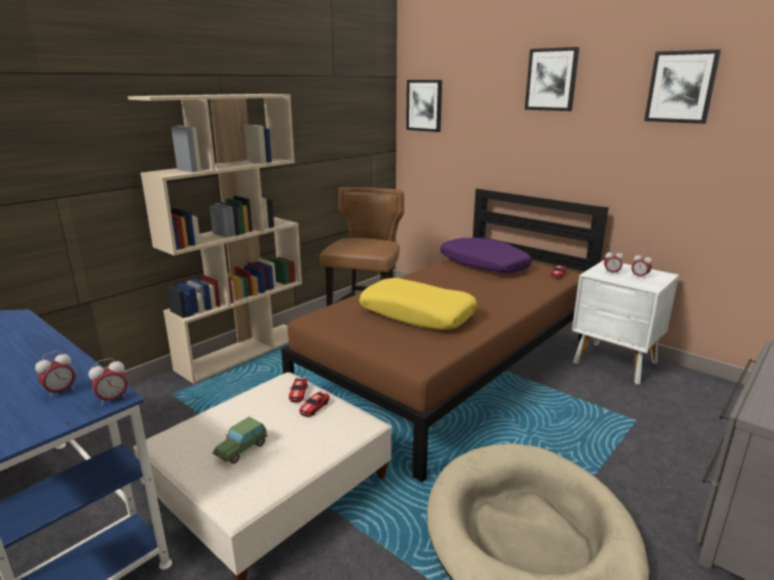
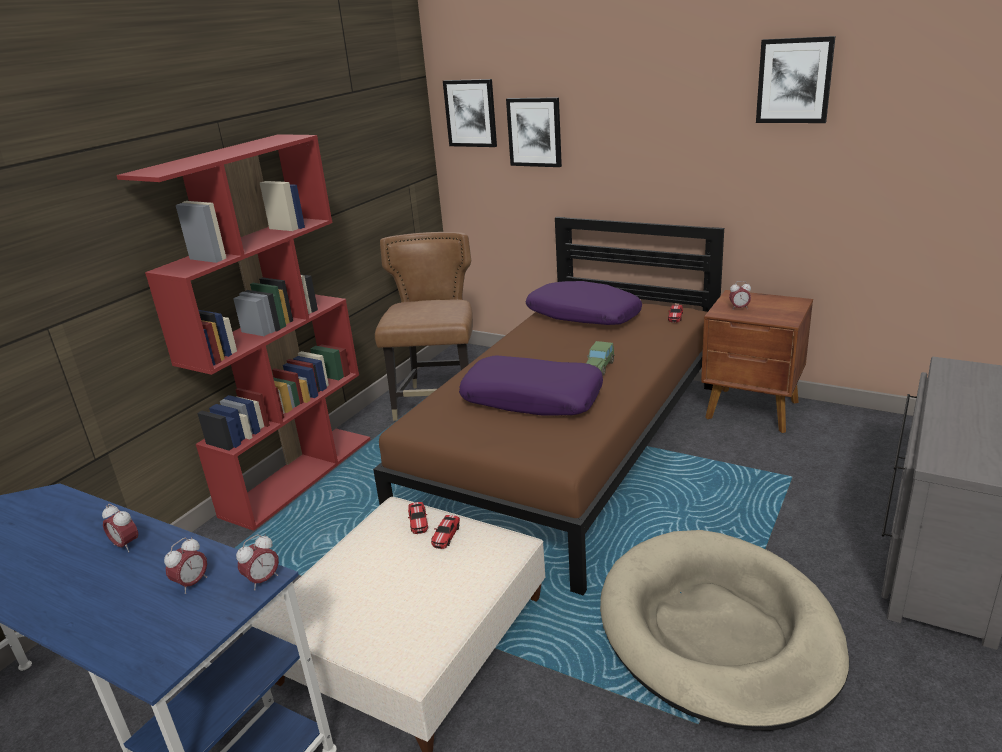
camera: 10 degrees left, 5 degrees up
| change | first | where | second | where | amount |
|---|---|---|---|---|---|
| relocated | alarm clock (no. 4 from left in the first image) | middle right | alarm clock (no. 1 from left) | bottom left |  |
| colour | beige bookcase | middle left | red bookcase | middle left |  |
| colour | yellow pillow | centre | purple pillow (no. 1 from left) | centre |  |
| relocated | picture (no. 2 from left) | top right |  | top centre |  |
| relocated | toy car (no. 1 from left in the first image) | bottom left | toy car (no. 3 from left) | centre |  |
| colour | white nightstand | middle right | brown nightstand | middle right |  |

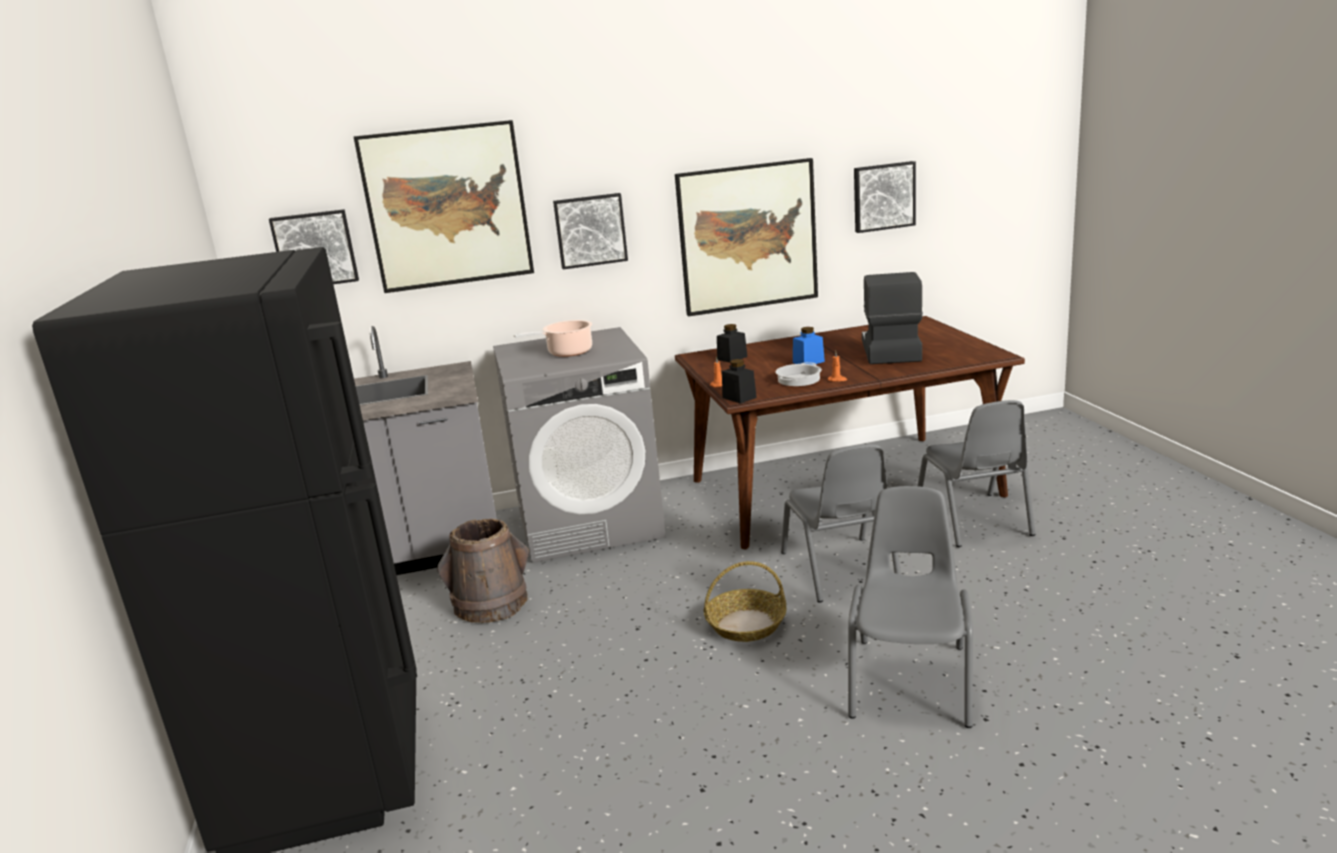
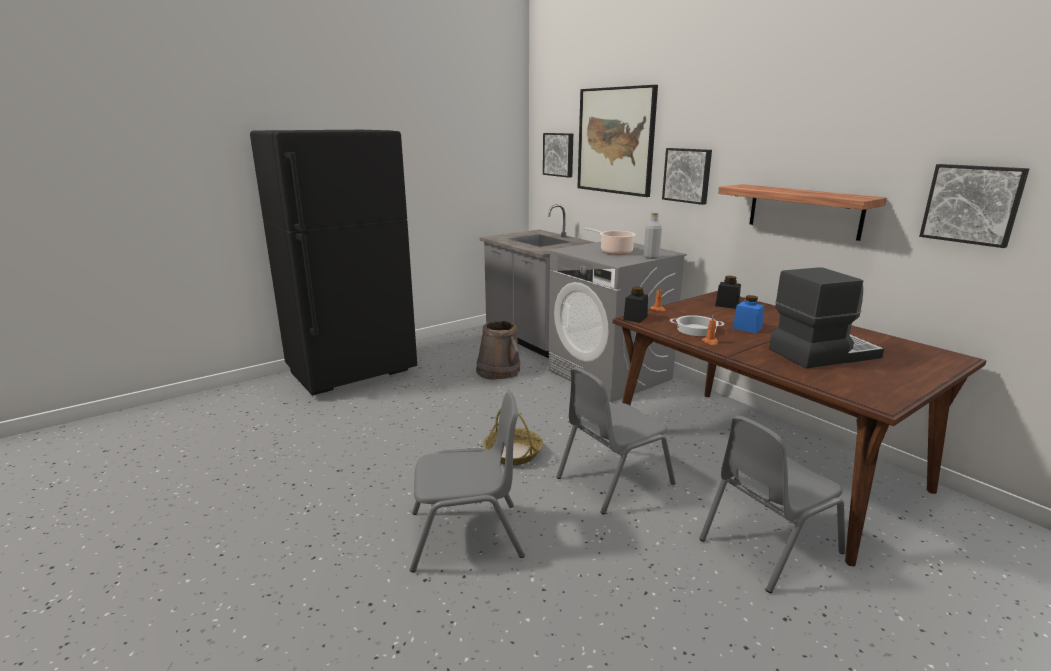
camera: 65 degrees right, 0 degrees up
| change | first | where | second | where | amount |
|---|---|---|---|---|---|
| appeared |  |  | grey bottle | centre |  |
| exchanged | picture (no. 4 from left) | top centre | shelf | top right |  |

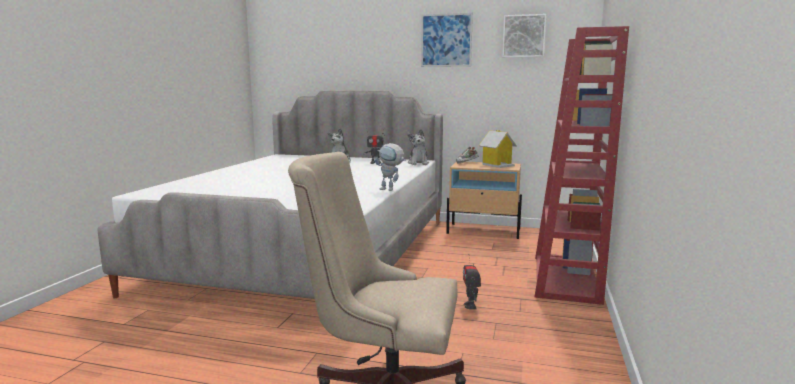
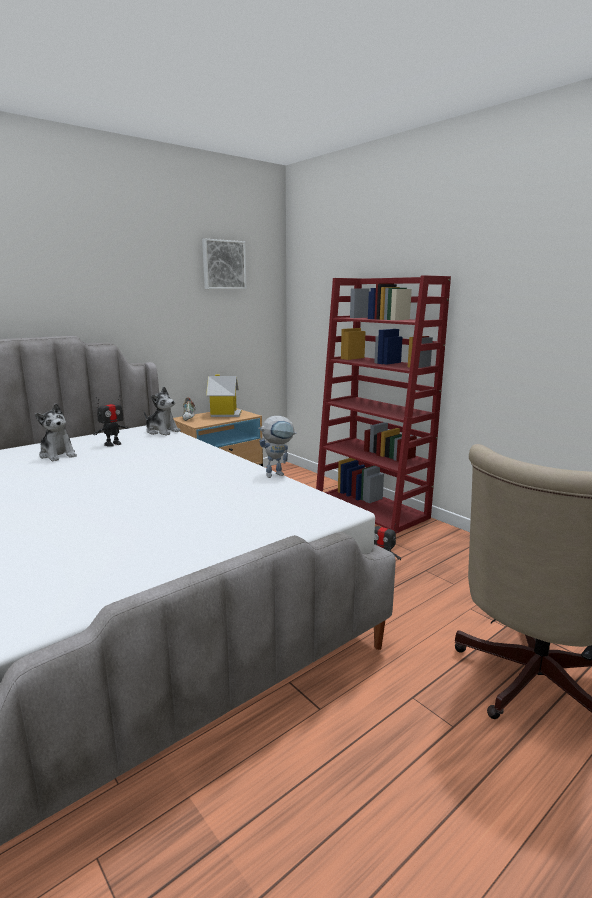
camera: 55 degrees left, 5 degrees up
| change | first | where | second | where | amount |
|---|---|---|---|---|---|
| missing | picture (no. 1 from left) | top centre |  |  |  |

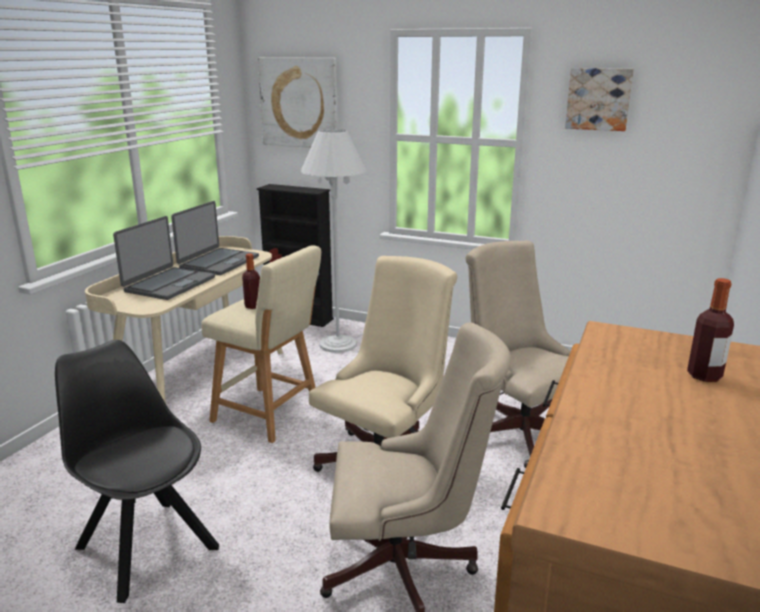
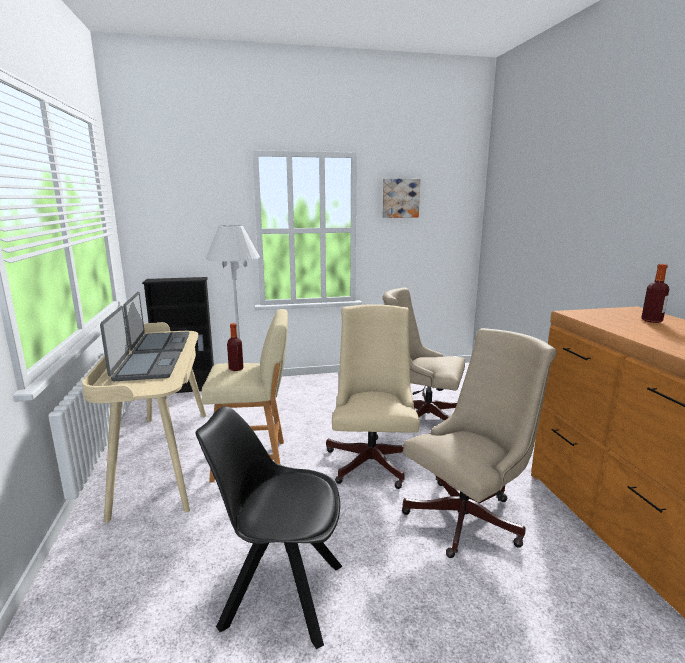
camera: 35 degrees left, 5 degrees down
| change | first | where | second | where | amount |
|---|---|---|---|---|---|
| missing | picture (no. 1 from left) | top centre |  |  |  |

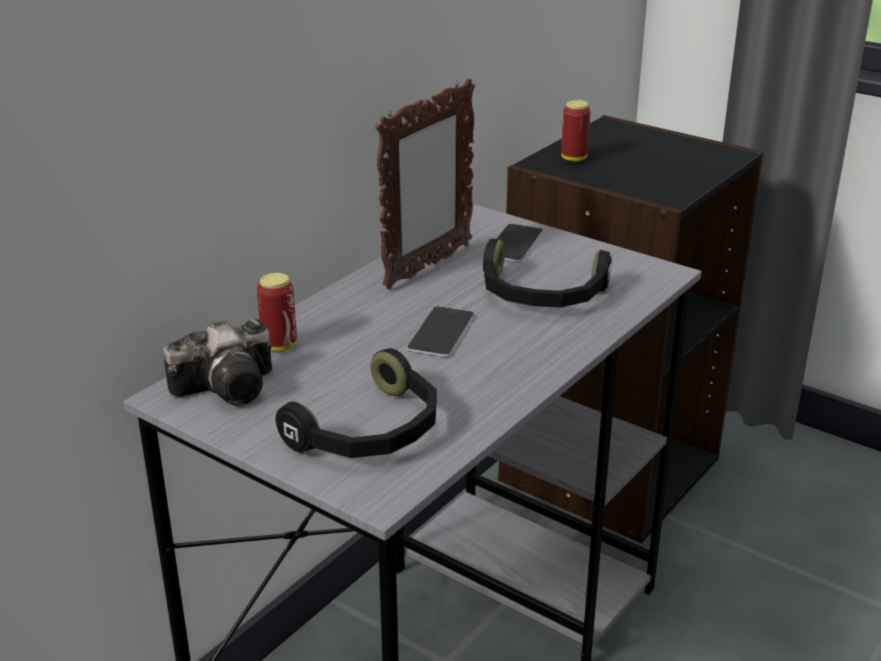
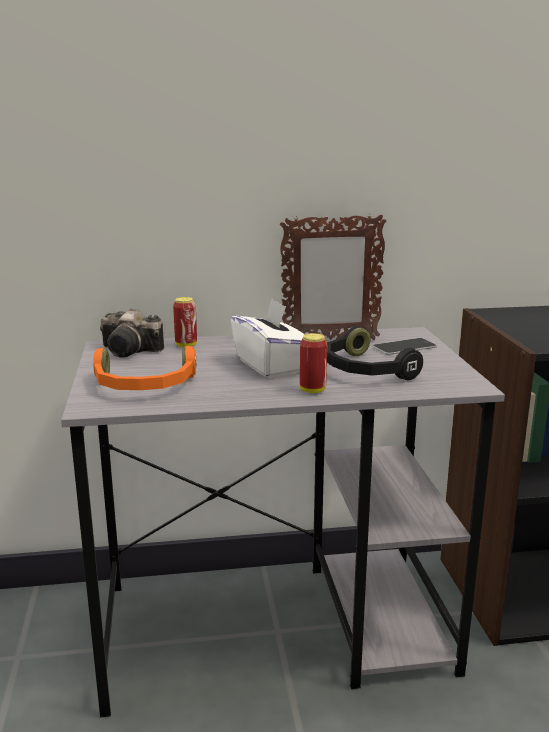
camera: 45 degrees right, 10 degrees down
| change | first | where | second | where | amount |
|---|---|---|---|---|---|
| colour | black headphones (no. 1 from left) | centre | orange headphones | middle left |  |
| exchanged | phone (no. 1 from left) | centre | white tissue box | centre |  |
| relocated | can (no. 2 from left) | top centre |  | centre |  |

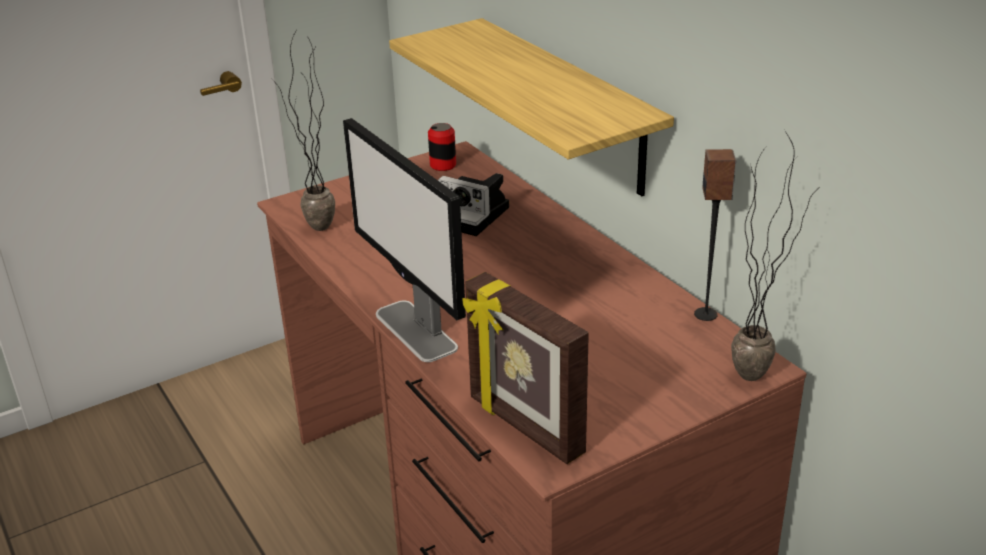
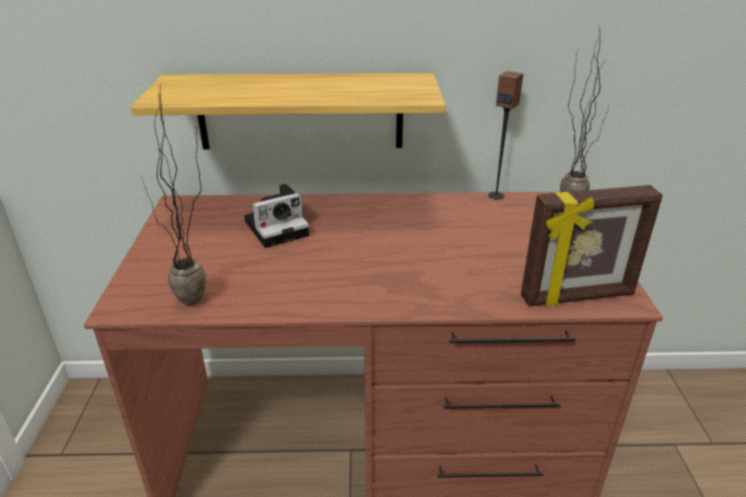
camera: 60 degrees left, 0 degrees up
| change | first | where | second | where | amount |
|---|---|---|---|---|---|
| missing | monitor | centre |  |  |  |
| missing | can | top centre |  |  |  |

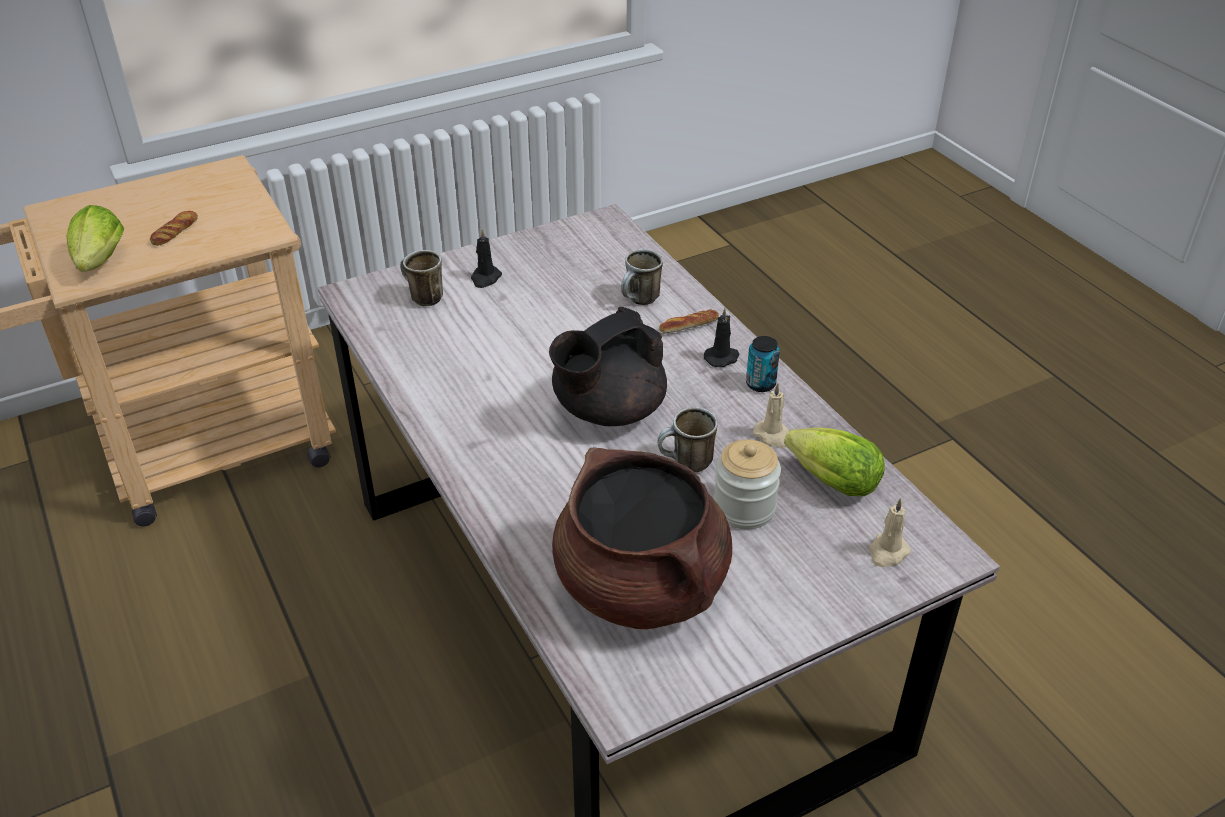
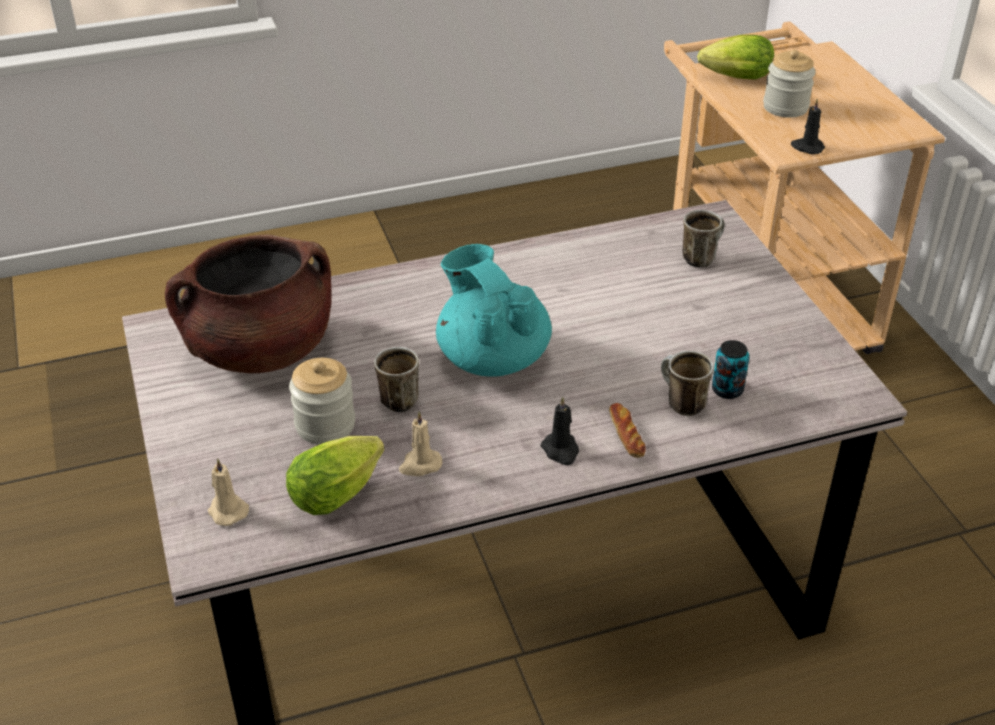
camera: 100 degrees right, 0 degrees up
| change | first | where | second | where | amount |
|---|---|---|---|---|---|
| colour | black teapot | centre | turquoise teapot | centre |  |
| relocated | can | centre |  | middle right |  |
| exchanged | bread (no. 1 from left) | top left | jar (no. 2 from left) | top right |  |
| relocated | black candle (no. 1 from left in the first image) | top centre | black candle (no. 2 from left) | top right |  |

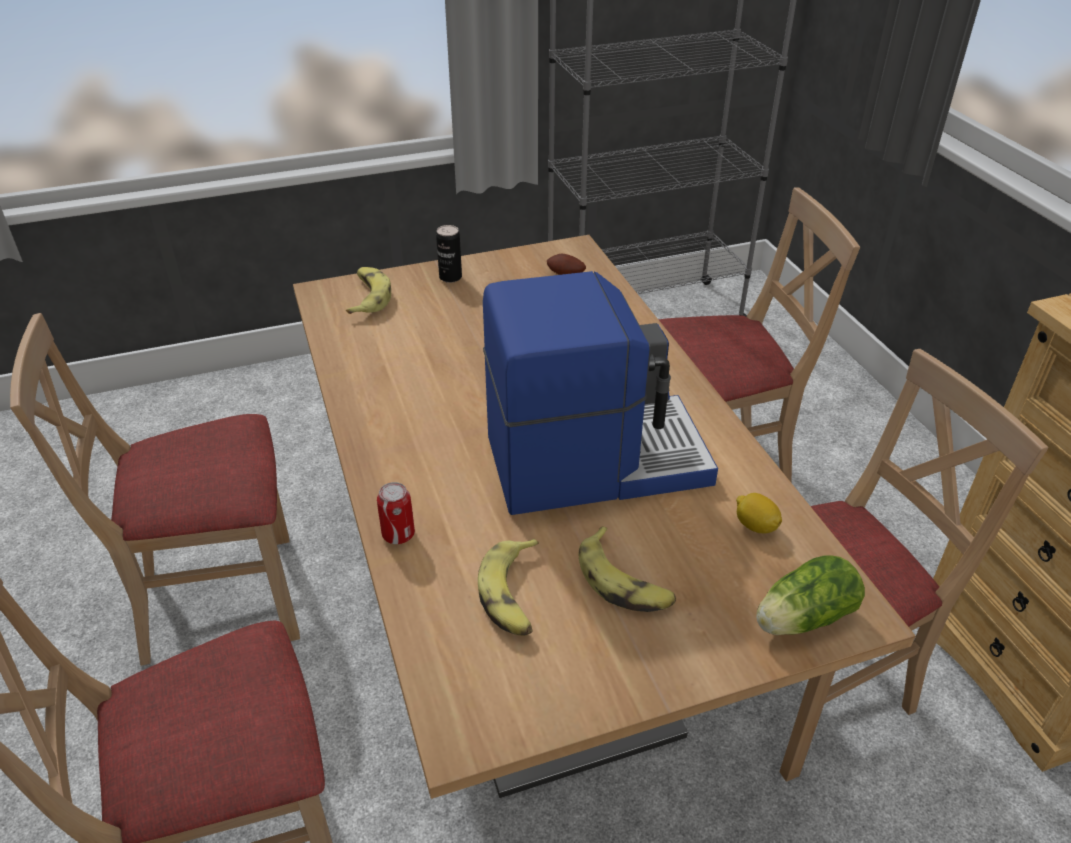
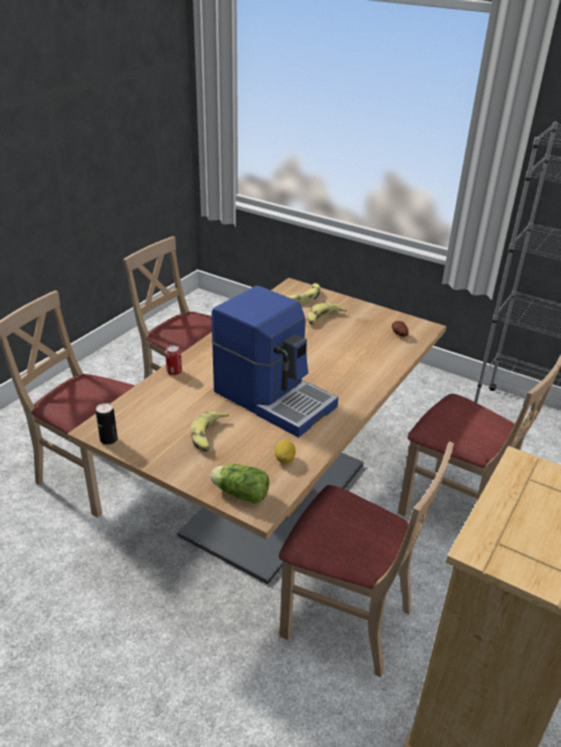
camera: 50 degrees right, 5 degrees down
| change | first | where | second | where | amount |
|---|---|---|---|---|---|
| relocated | can (no. 2 from left in the first image) | top centre | can (no. 1 from left) | middle left |  |
| relocated | banana (no. 2 from left in the first image) | bottom centre | banana (no. 3 from left) | centre |  |

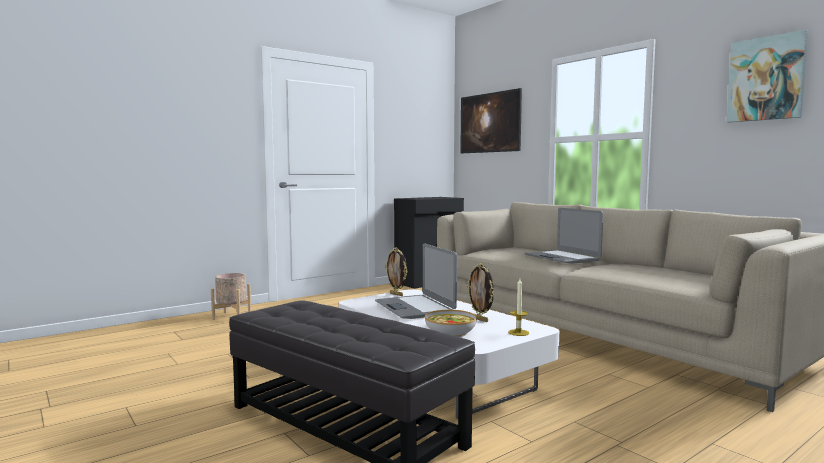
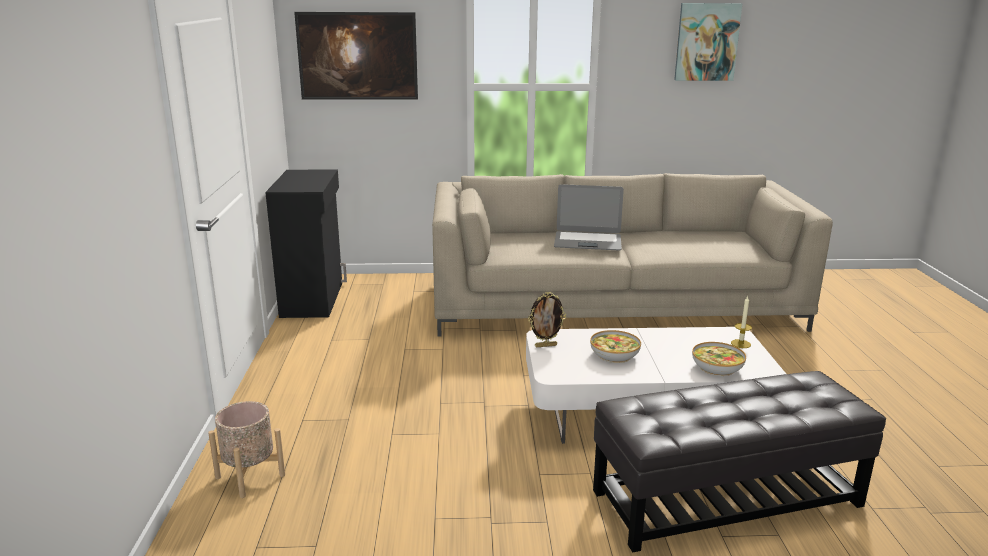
camera: 55 degrees left, 15 degrees up
| change | first | where | second | where | amount |
|---|---|---|---|---|---|
| exchanged | laptop (no. 1 from left) | centre | bowl (no. 1 from left) | centre |  |
| missing | picture frame (no. 2 from left) | centre |  |  |  |

